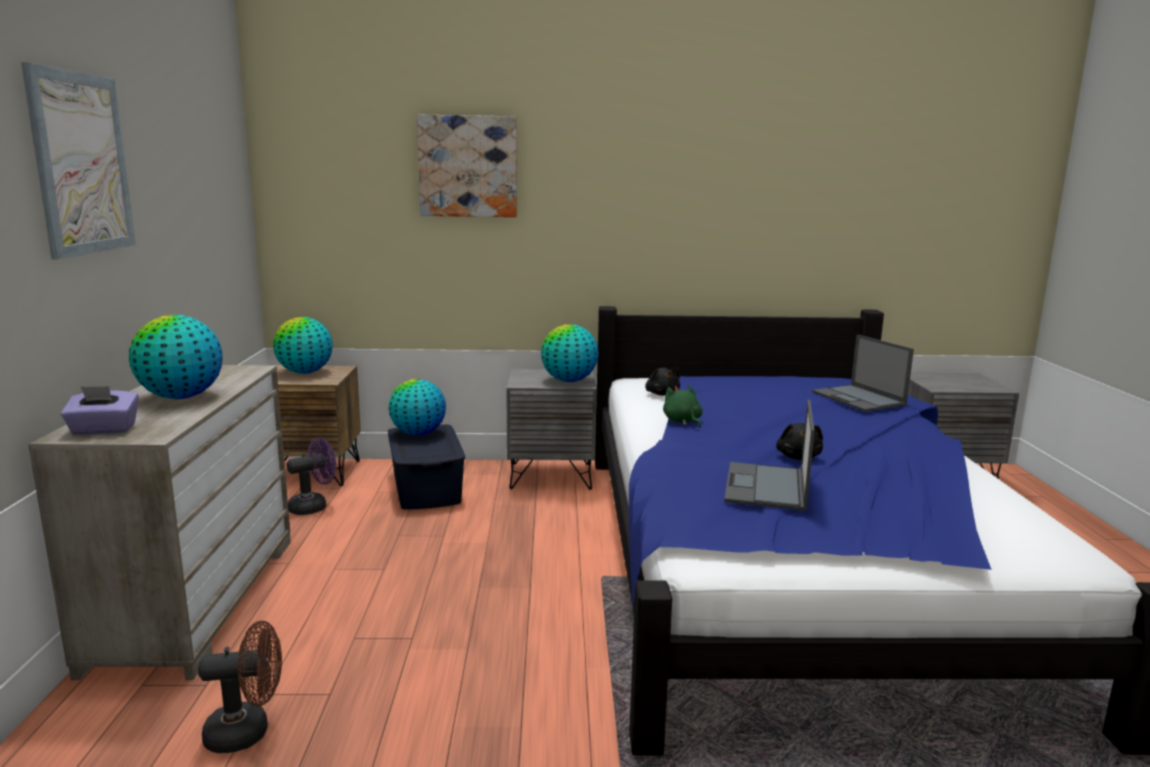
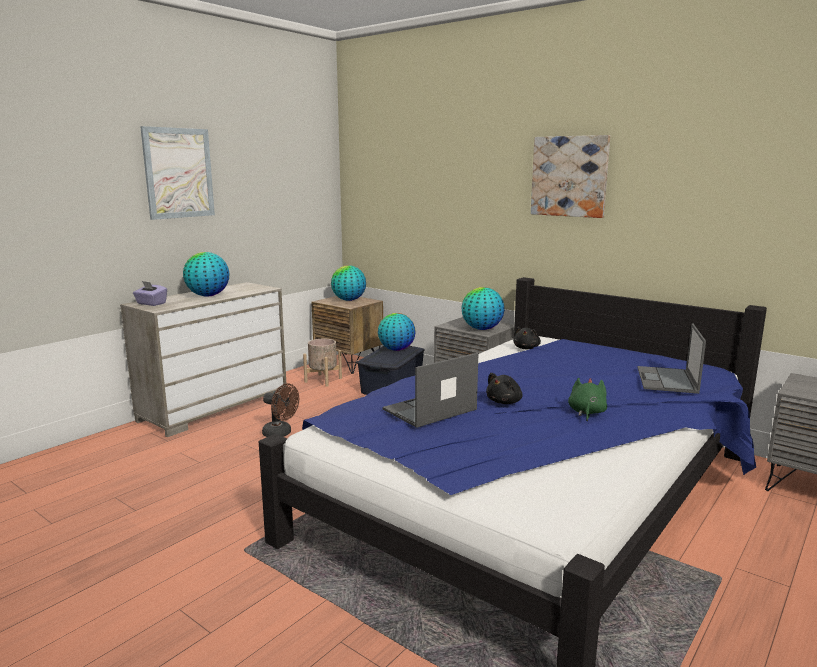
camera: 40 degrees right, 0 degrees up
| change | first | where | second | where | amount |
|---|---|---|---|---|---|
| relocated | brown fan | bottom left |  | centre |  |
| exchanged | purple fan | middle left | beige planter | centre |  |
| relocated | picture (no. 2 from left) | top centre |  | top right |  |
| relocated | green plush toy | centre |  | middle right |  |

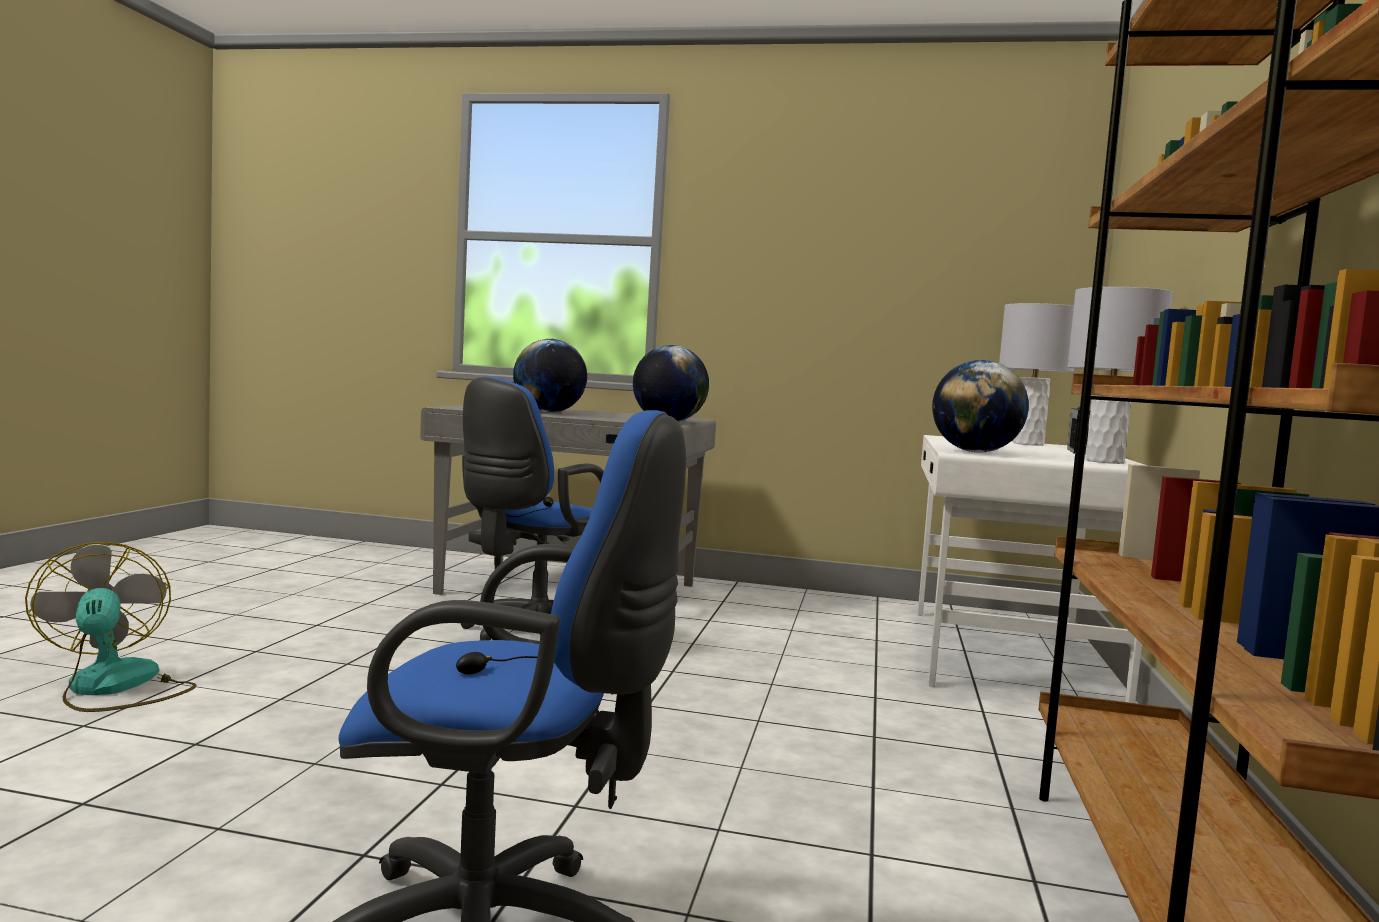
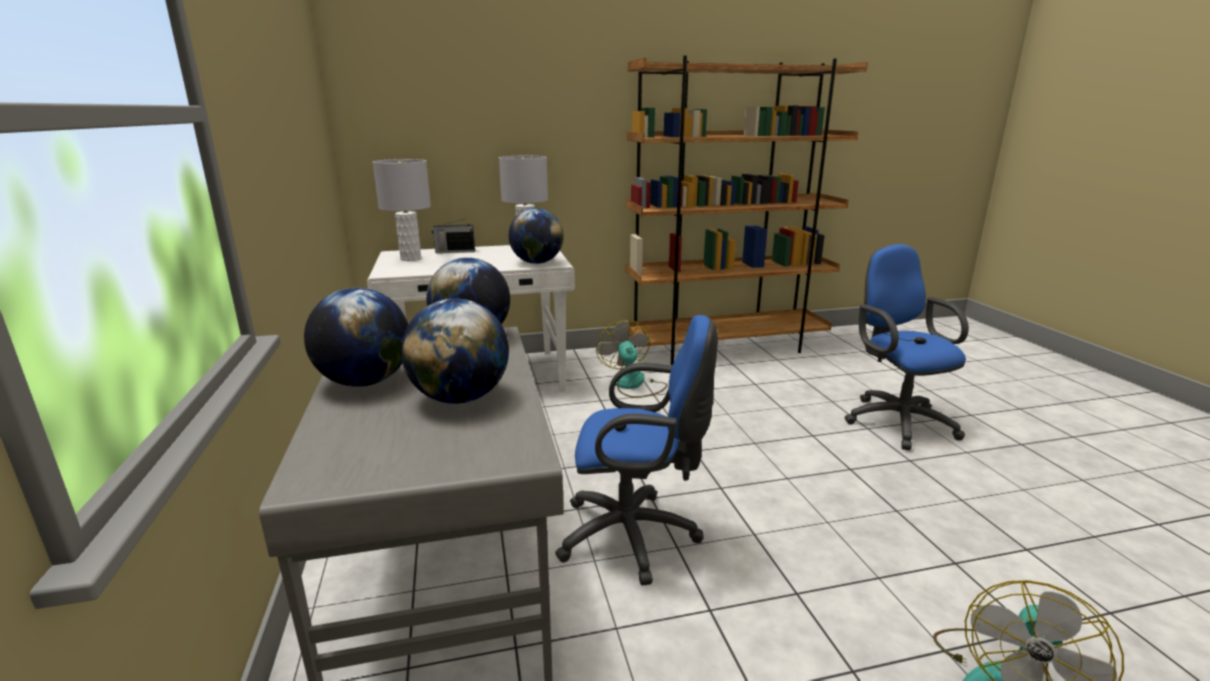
camera: 115 degrees left, 15 degrees up
| change | first | where | second | where | amount |
|---|---|---|---|---|---|
| appeared |  |  | globe (no. 1 from left) | middle left |  |
| appeared |  |  | fan (no. 1 from left) | centre |  |

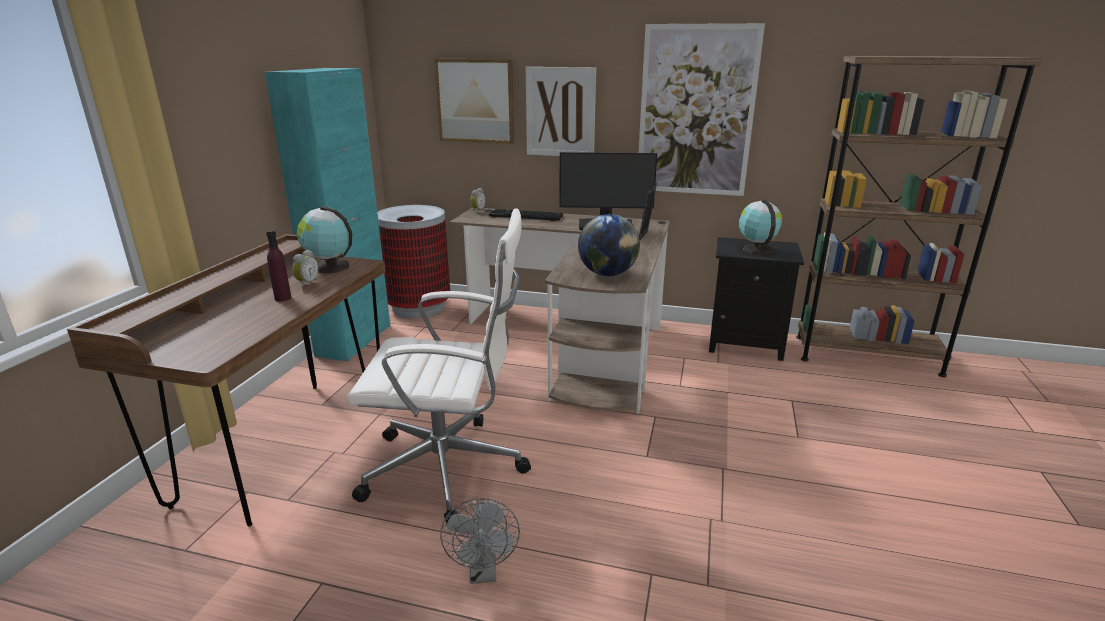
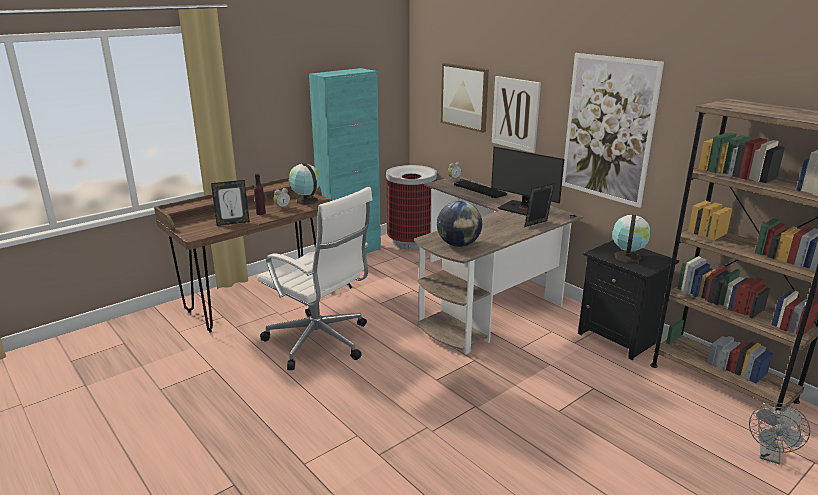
camera: 35 degrees right, 0 degrees up
| change | first | where | second | where | amount |
|---|---|---|---|---|---|
| appeared |  |  | picture frame (no. 1 from left) | middle left |  |
| relocated | grey fan | bottom centre |  | bottom right |  |

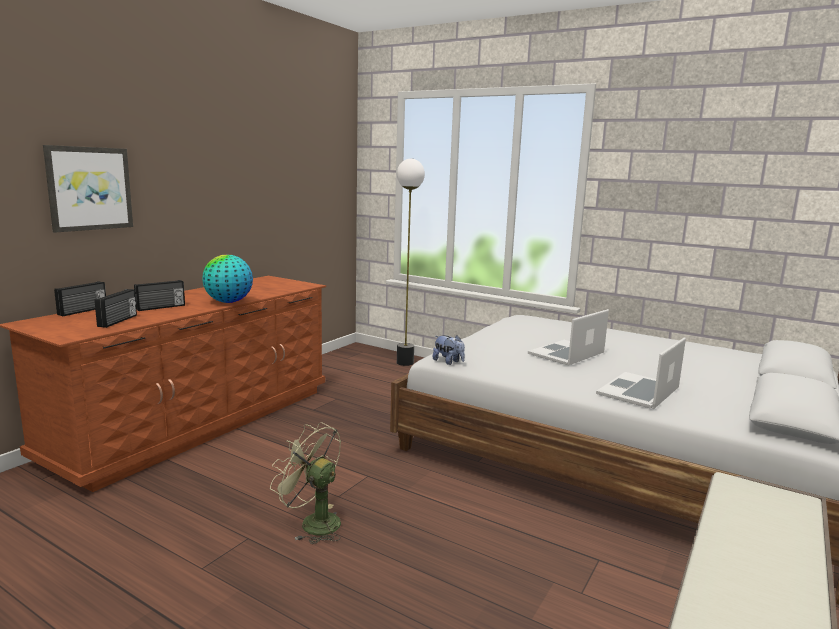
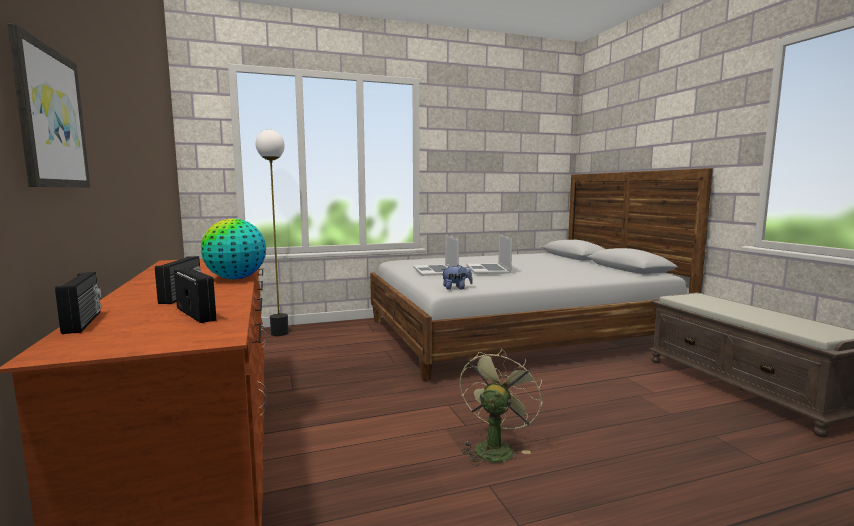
camera: 50 degrees left, 5 degrees down
| change | first | where | second | where | amount |
|---|---|---|---|---|---|
| relocated | laptop (no. 2 from left in the first image) | middle right | laptop (no. 1 from left) | centre |  |
| spun | green fan | bottom centre |  | bottom centre | 135 degrees clockwise |

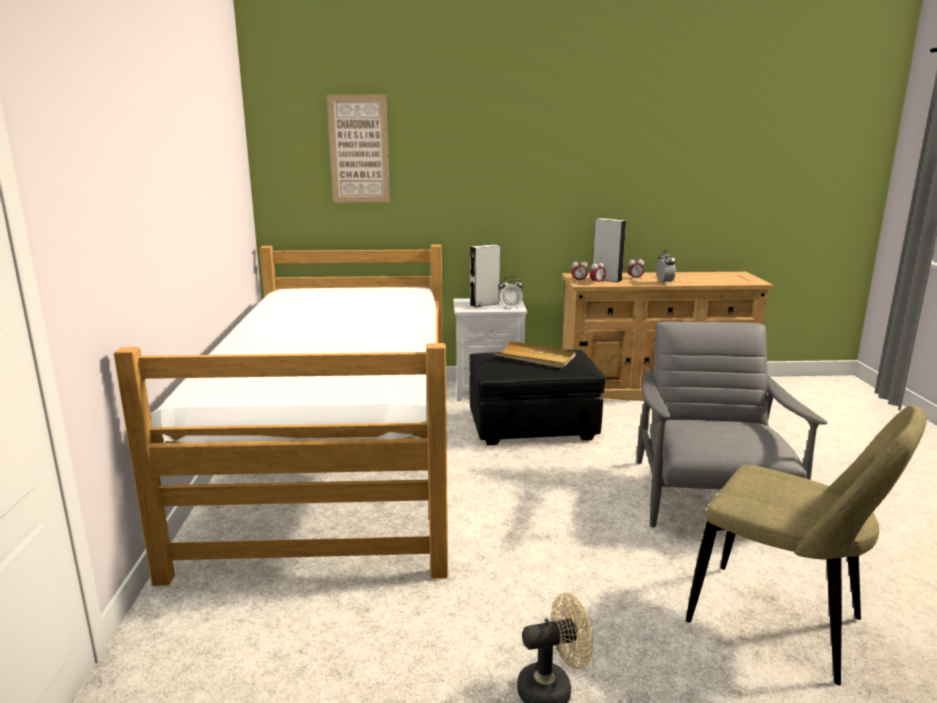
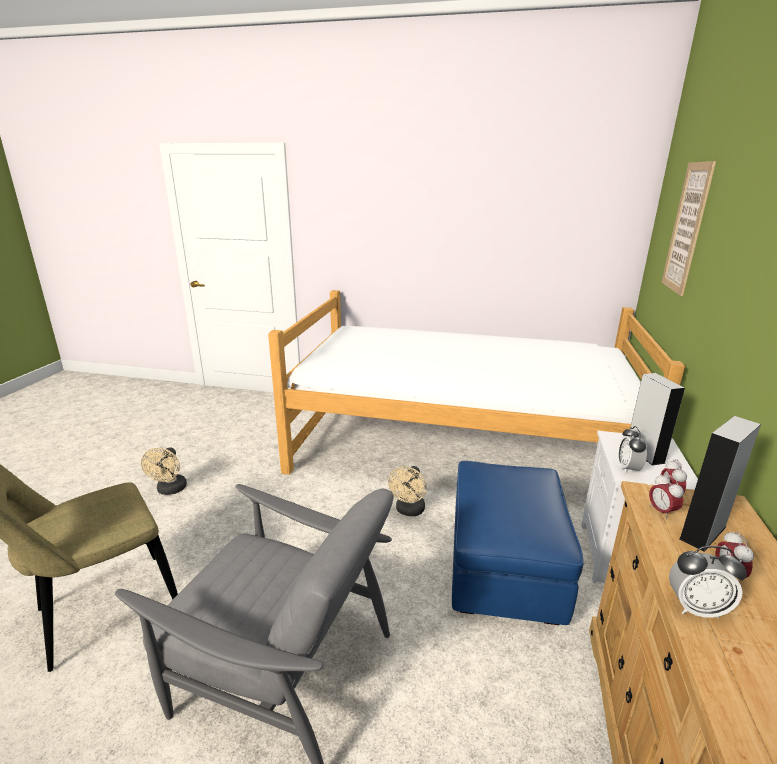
camera: 105 degrees right, 5 degrees up
| change | first | where | second | where | amount |
|---|---|---|---|---|---|
| appeared |  |  | beige fan (no. 2 from left) | centre |  |
| colour | black ottoman | centre | blue ottoman | bottom centre |  |
| missing | beige tray | centre |  |  |  |

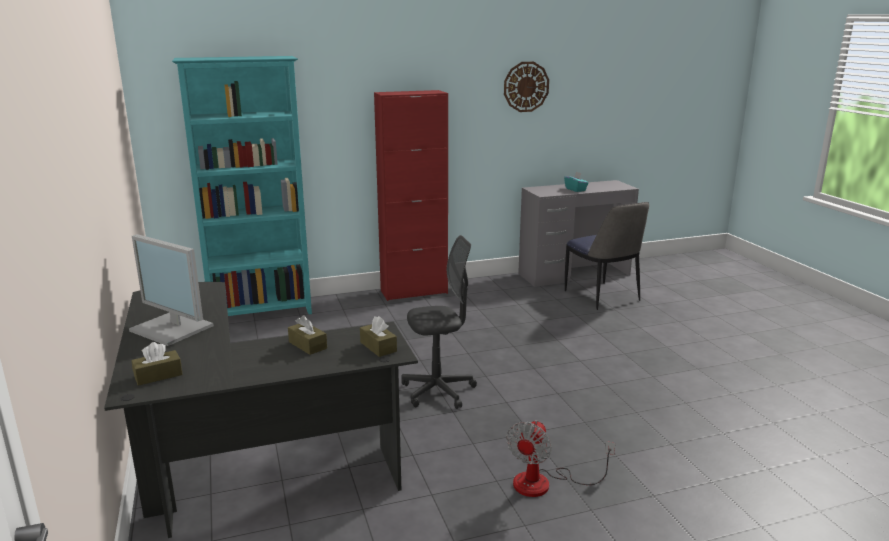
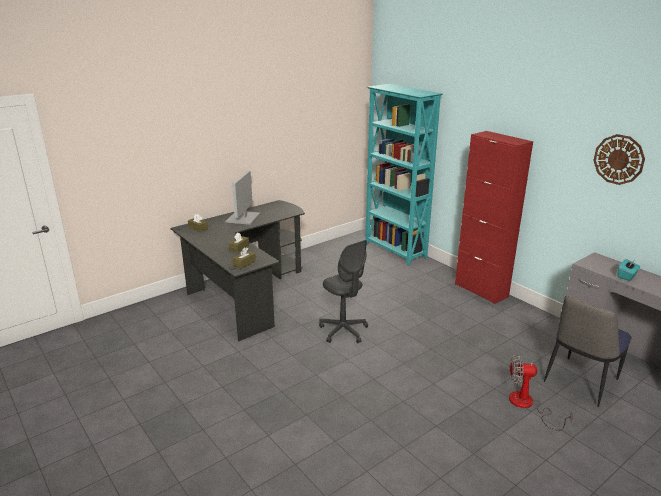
camera: 70 degrees right, 5 degrees up
| change | first | where | second | where | amount |
|---|---|---|---|---|---|
| relocated | fan | bottom centre |  | bottom right |  |

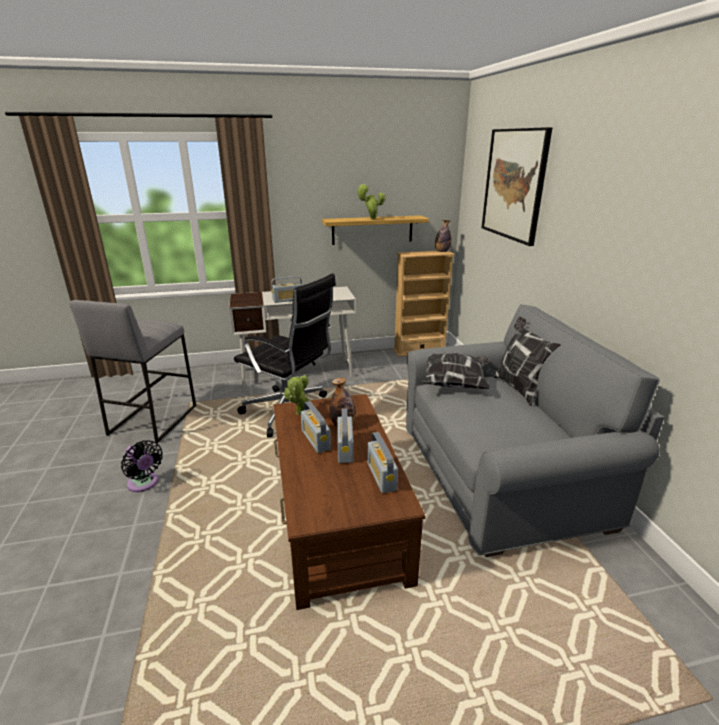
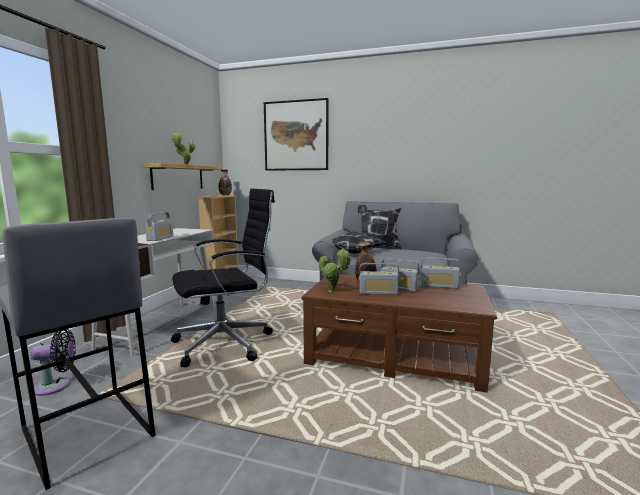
camera: 60 degrees left, 15 degrees down
| change | first | where | second | where | amount |
|---|---|---|---|---|---|
| relocated | black fan | middle left |  | bottom left |  |

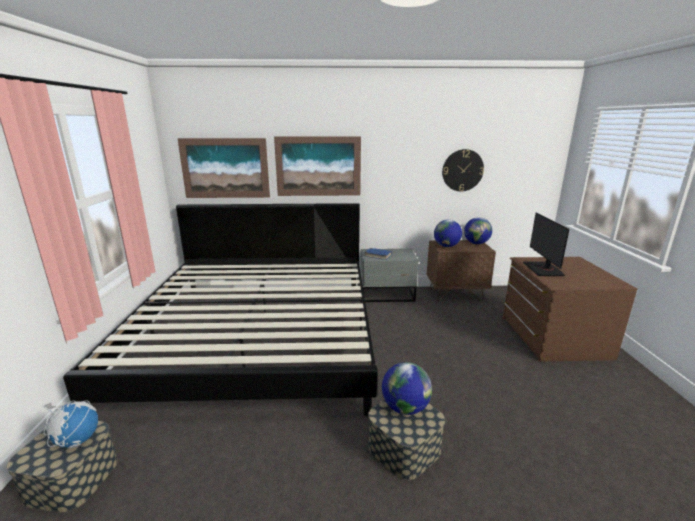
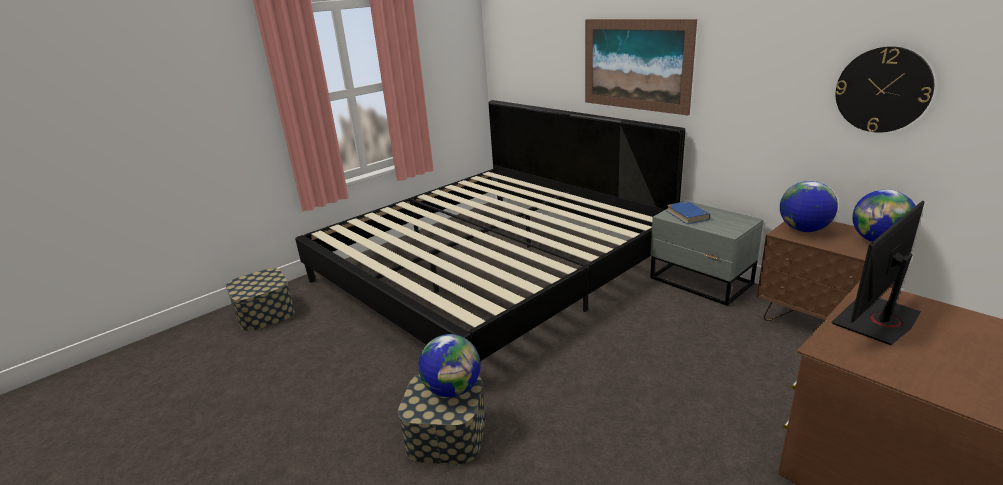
camera: 50 degrees right, 5 degrees up
| change | first | where | second | where | amount |
|---|---|---|---|---|---|
| missing | globe (no. 1 from left) | bottom left |  |  |  |
| missing | picture (no. 1 from left) | top left |  |  |  |

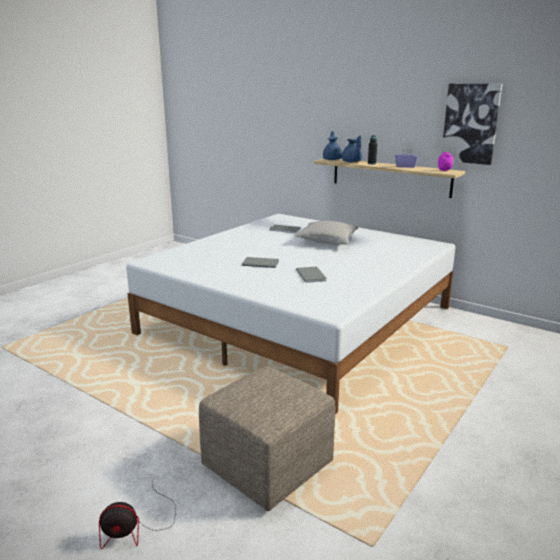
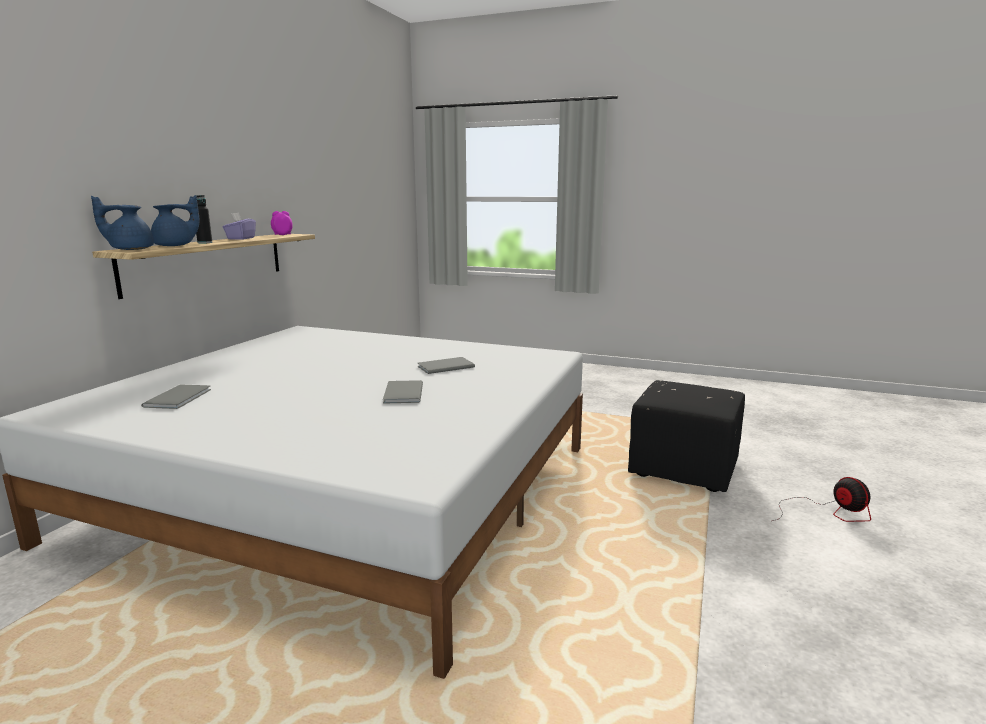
camera: 105 degrees left, 5 degrees down
| change | first | where | second | where | amount |
|---|---|---|---|---|---|
| colour | beige ottoman | bottom centre | black ottoman | middle right |  |
| missing | grey pillow | centre |  |  |  |
| missing | picture | top right |  |  |  |

